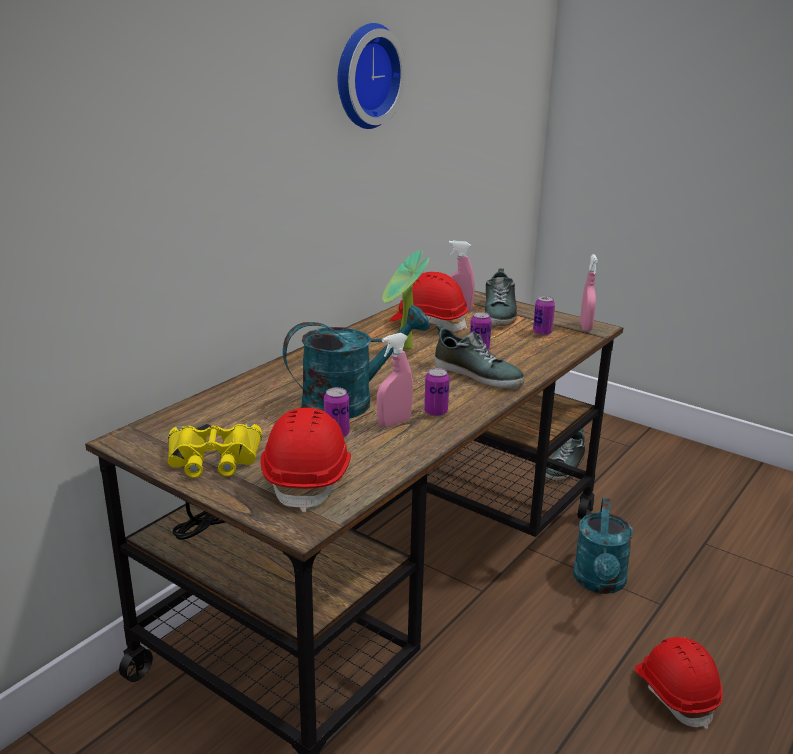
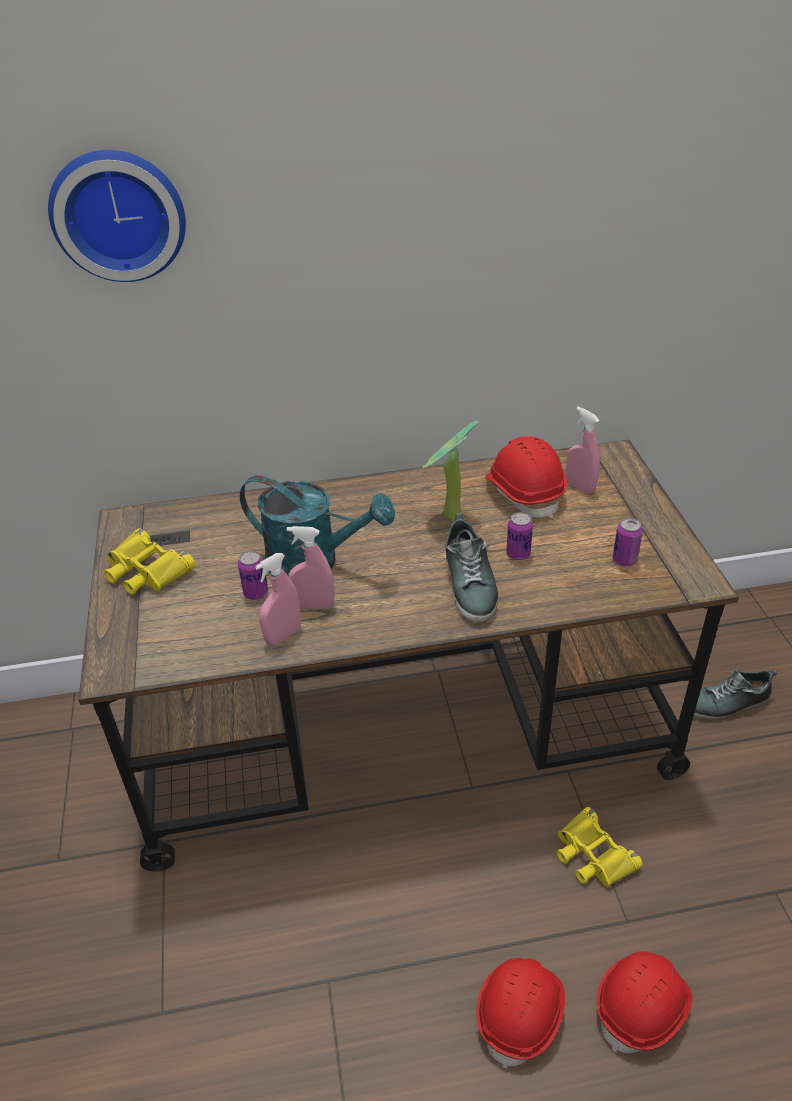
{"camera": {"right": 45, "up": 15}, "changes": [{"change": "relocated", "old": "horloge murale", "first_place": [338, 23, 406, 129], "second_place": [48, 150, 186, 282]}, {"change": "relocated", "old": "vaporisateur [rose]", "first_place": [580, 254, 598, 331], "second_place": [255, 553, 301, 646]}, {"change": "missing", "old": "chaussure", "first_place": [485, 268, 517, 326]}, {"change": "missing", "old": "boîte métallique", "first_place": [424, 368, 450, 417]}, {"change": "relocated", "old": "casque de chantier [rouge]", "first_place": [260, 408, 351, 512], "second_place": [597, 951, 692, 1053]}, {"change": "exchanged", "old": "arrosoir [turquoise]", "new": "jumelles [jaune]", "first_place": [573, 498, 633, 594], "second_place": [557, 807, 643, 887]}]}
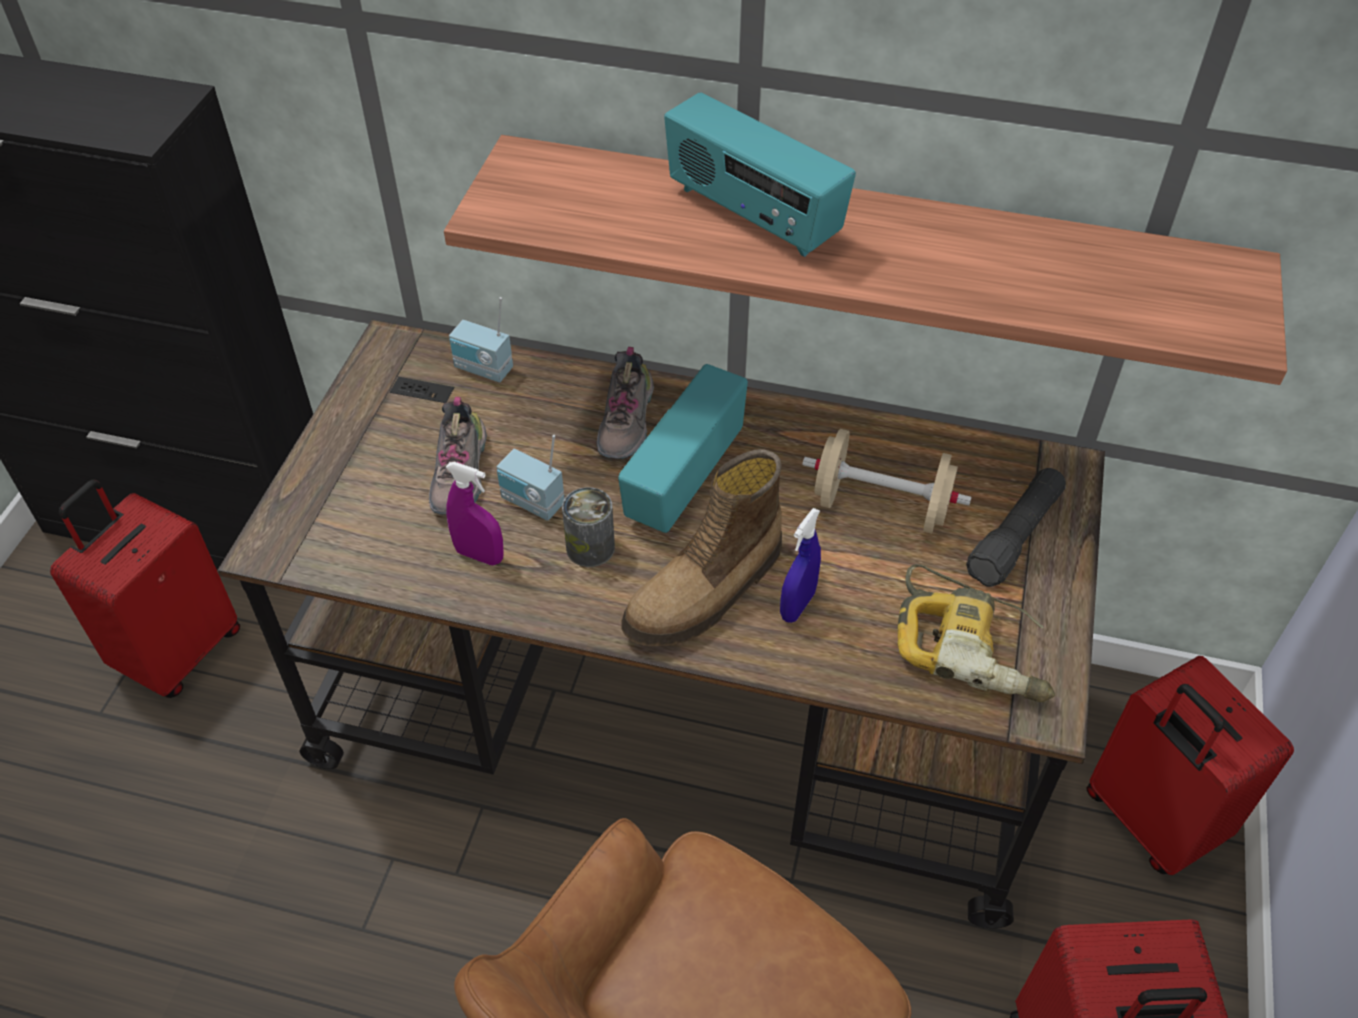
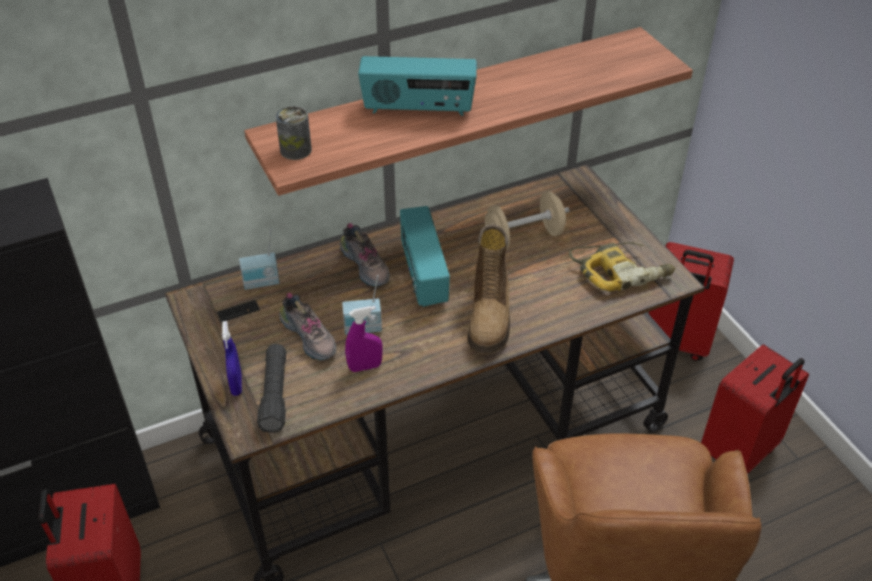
{"camera": {"right": -40, "up": -5}, "changes": [{"change": "relocated", "old": "lampe de poche [noir]", "first_place": [966, 468, 1066, 587], "second_place": [257, 344, 286, 433]}, {"change": "relocated", "old": "boîte métallique", "first_place": [562, 487, 615, 567], "second_place": [276, 106, 312, 160]}, {"change": "relocated", "old": "vaporisateur [bleu]", "first_place": [780, 508, 821, 623], "second_place": [222, 321, 242, 396]}]}
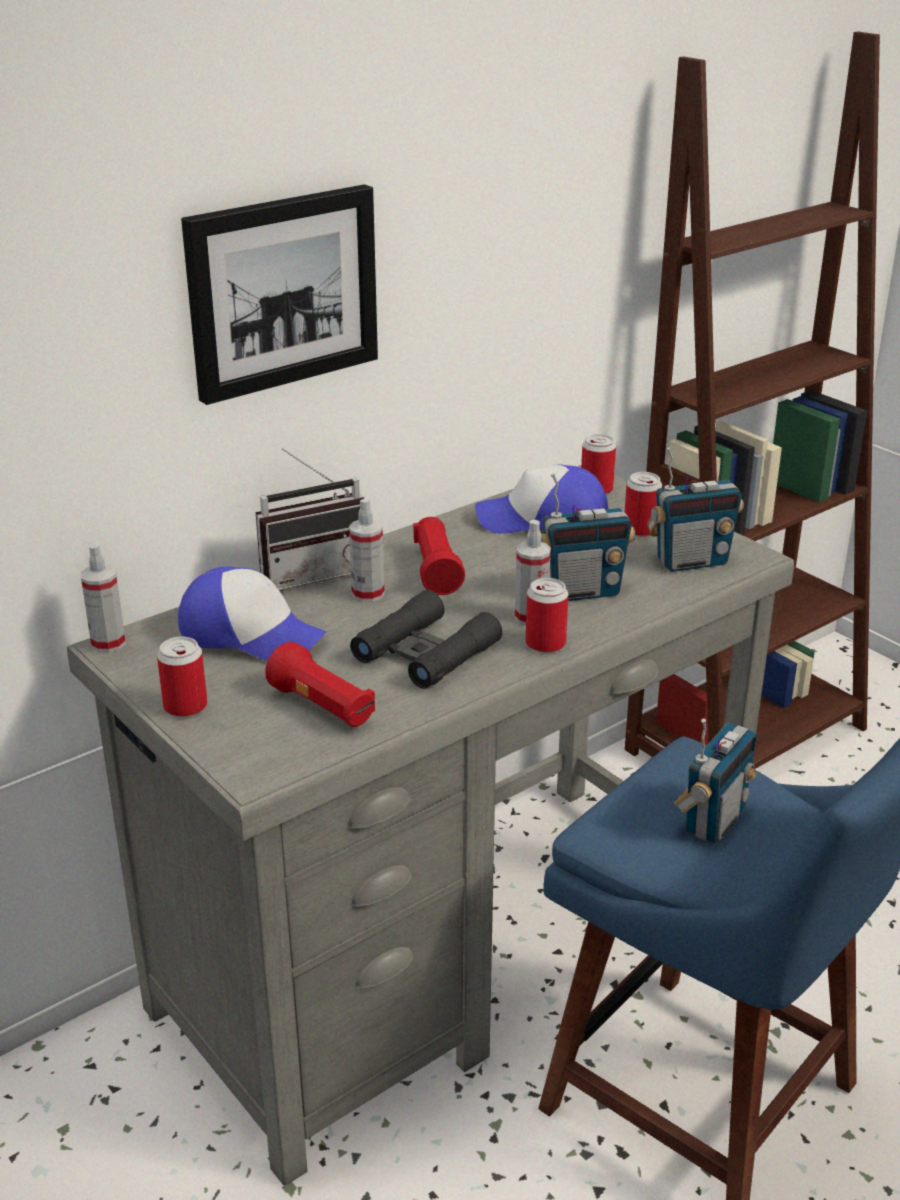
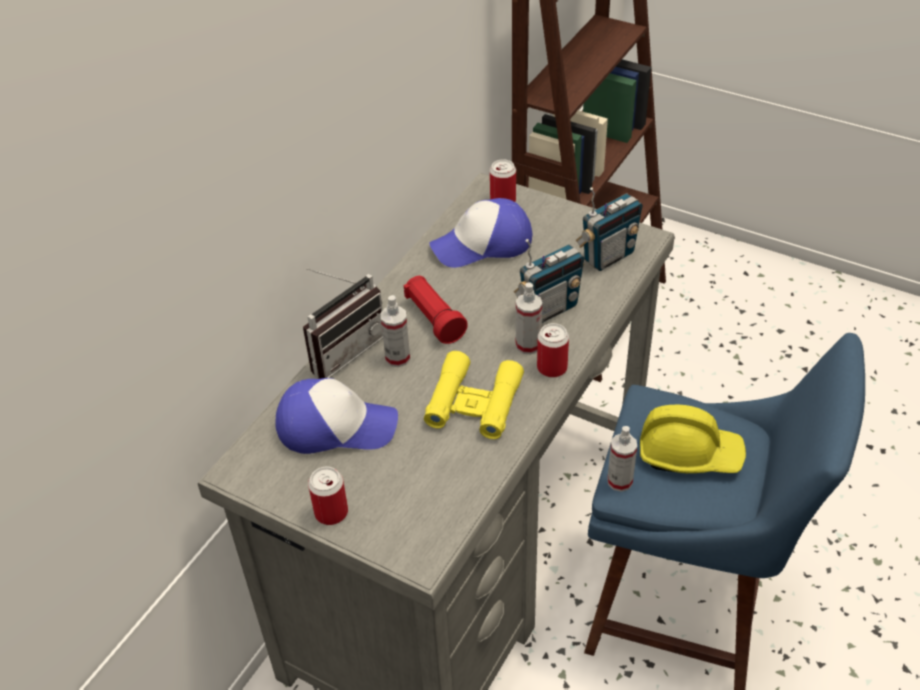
{"camera": {"right": -20, "up": 15}, "changes": [{"change": "missing", "old": "tableau", "first_place": [181, 185, 378, 405]}, {"change": "missing", "old": "boîte métallique", "first_place": [625, 472, 662, 537]}, {"change": "relocated", "old": "vaporisateur", "first_place": [81, 544, 126, 653], "second_place": [607, 426, 637, 492]}, {"change": "colour", "old": "jumelles [noir]", "new": "jumelles [jaune]", "first_place": [350, 590, 502, 689], "second_place": [424, 351, 524, 439]}, {"change": "missing", "old": "lampe de poche [rouge]", "first_place": [265, 642, 375, 727]}, {"change": "exchanged", "old": "radio", "new": "casque de chantier [jaune]", "first_place": [674, 718, 757, 844], "second_place": [640, 405, 746, 473]}]}
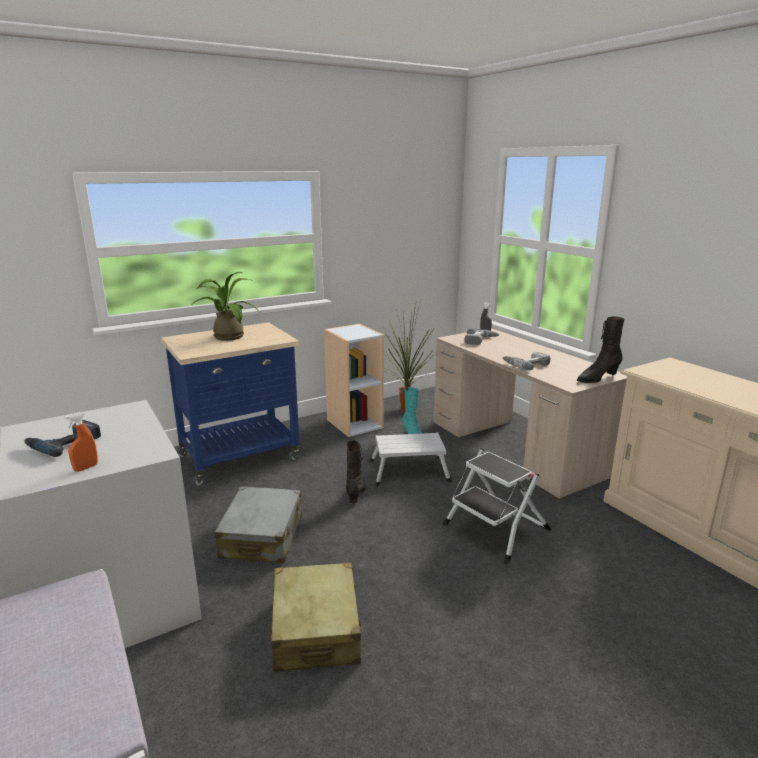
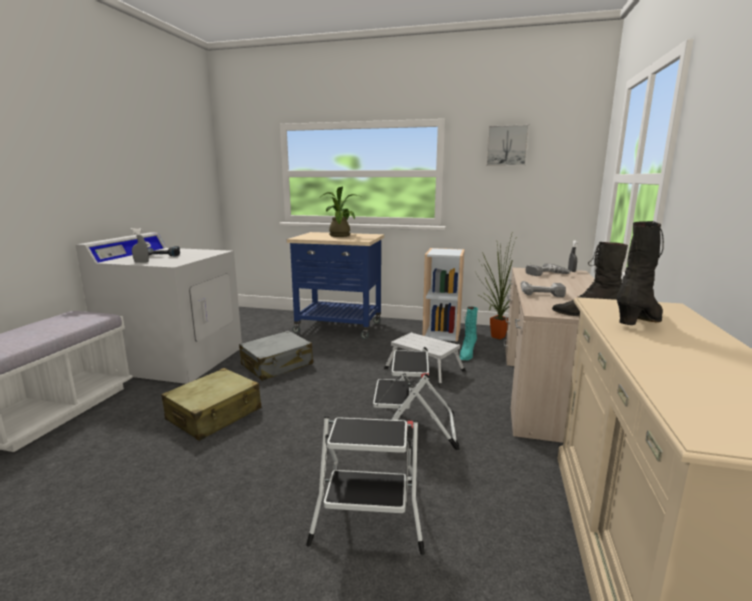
{"camera": {"right": 45, "up": -5}, "changes": [{"change": "colour", "old": "vaporisateur [orange]", "new": "vaporisateur [gris]", "first_place": [65, 412, 98, 472], "second_place": [131, 228, 149, 263]}, {"change": "relocated", "old": "botte [noir]", "first_place": [346, 440, 366, 503], "second_place": [617, 221, 664, 325]}, {"change": "appeared", "new": "tableau", "second_place": [486, 125, 529, 166]}, {"change": "appeared", "new": "escabeau", "second_place": [306, 416, 425, 555]}]}
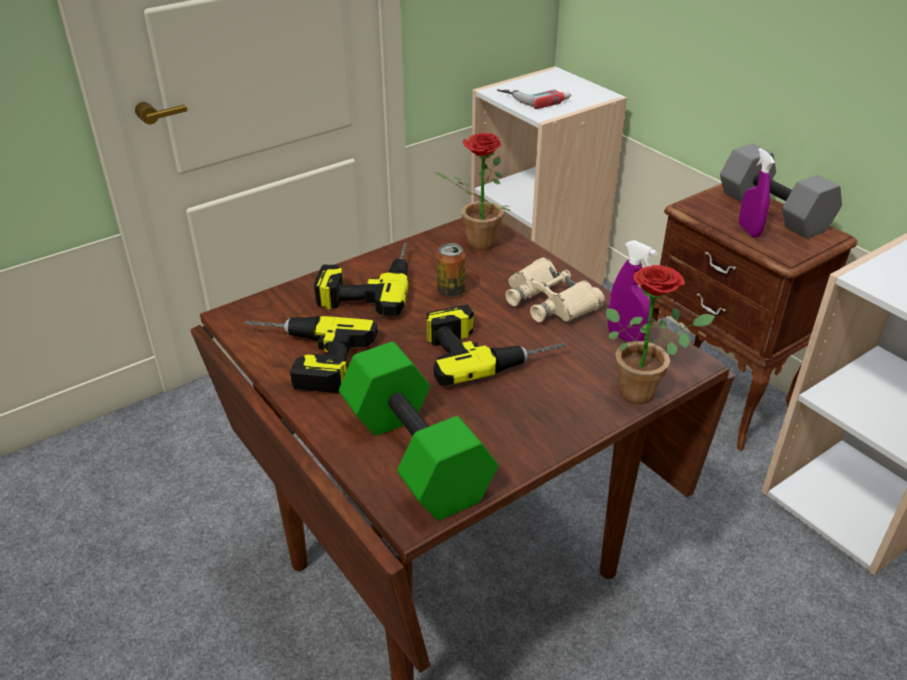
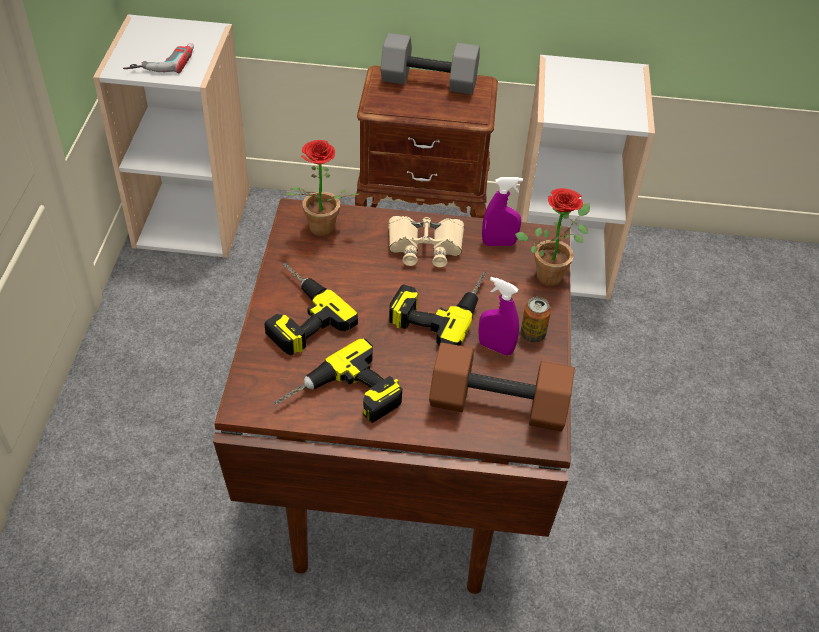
{"camera": {"right": -50, "up": 10}, "changes": [{"change": "relocated", "old": "vaporisateur [violet]", "first_place": [739, 148, 775, 238], "second_place": [479, 277, 519, 356]}, {"change": "relocated", "old": "boîte métallique", "first_place": [436, 243, 466, 297], "second_place": [521, 297, 551, 343]}, {"change": "colour", "old": "haltère [vert]", "new": "haltère [marron]", "first_place": [339, 342, 498, 520], "second_place": [429, 342, 575, 432]}]}
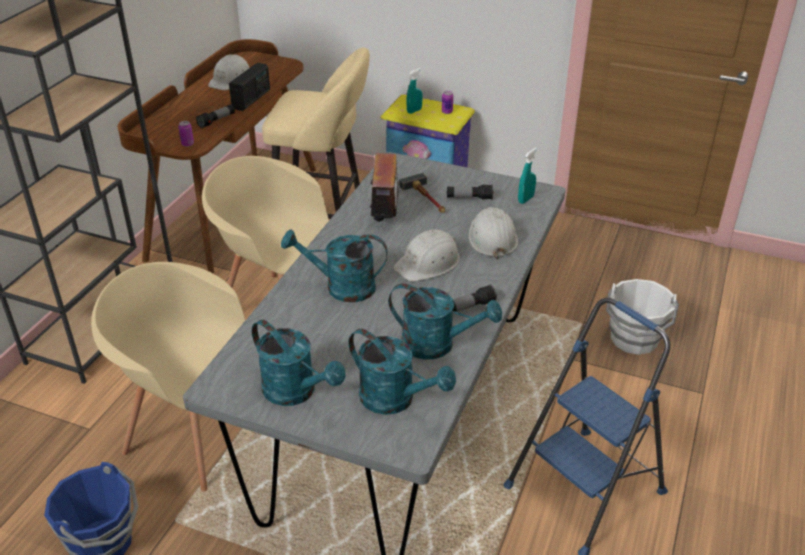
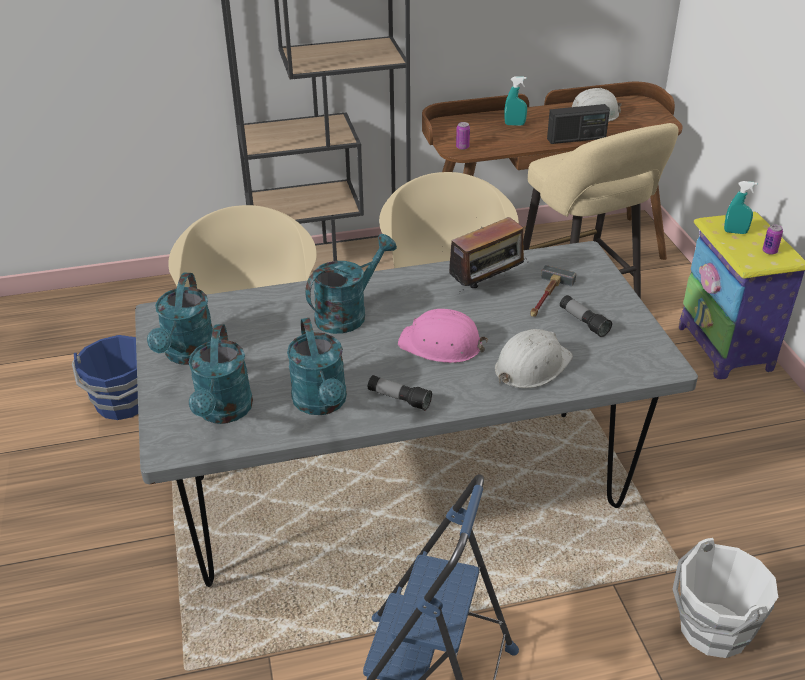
{"camera": {"right": 55, "up": 0}, "changes": [{"change": "missing", "old": "lampe de poche", "first_place": [196, 104, 235, 128]}, {"change": "relocated", "old": "vaporisateur [turquoise]", "first_place": [518, 148, 537, 204], "second_place": [504, 77, 527, 126]}, {"change": "spun", "old": "arrosoir [turquoise]", "first_place": [281, 229, 388, 302], "second_place": [305, 234, 397, 334], "degrees": 75}, {"change": "colour", "old": "casque de chantier [blanc]", "new": "casque de chantier [rose]", "first_place": [393, 229, 460, 282], "second_place": [398, 309, 488, 363]}]}
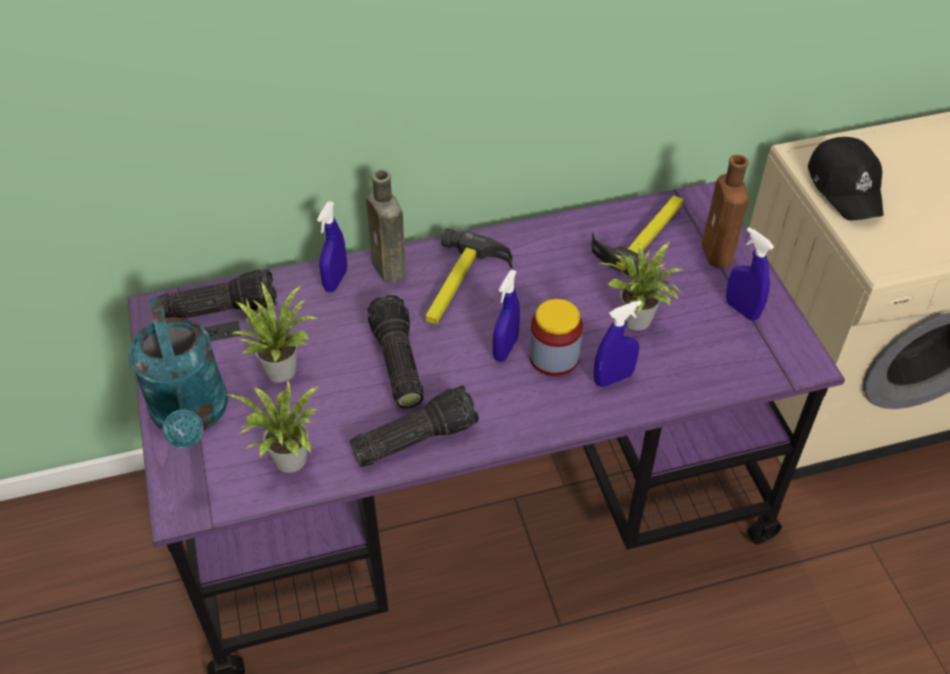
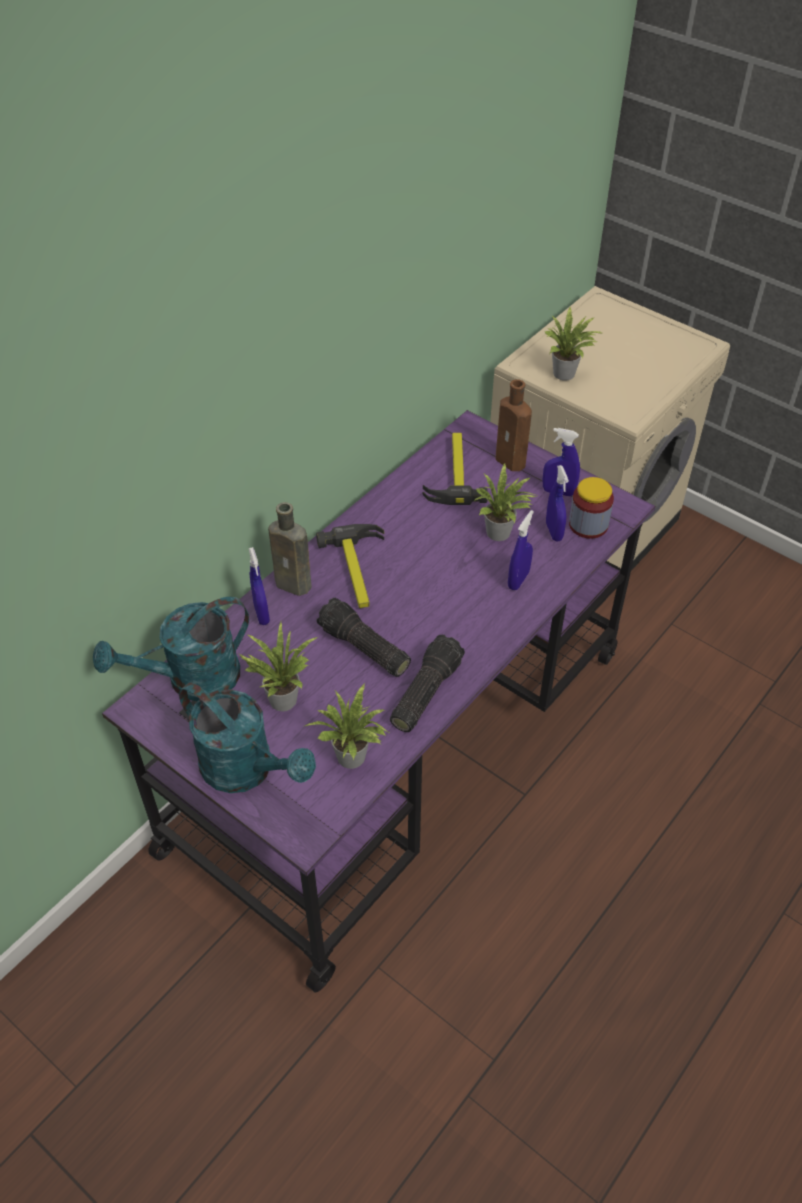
{"camera": {"right": -35, "up": 0}, "changes": [{"change": "exchanged", "old": "casquette [noir]", "new": "plante en pot", "first_place": [808, 137, 884, 221], "second_place": [545, 307, 604, 381]}, {"change": "exchanged", "old": "lampe de poche", "new": "arrosoir [turquoise]", "first_place": [158, 269, 278, 318], "second_place": [93, 597, 249, 701]}, {"change": "relocated", "old": "vaporisateur [bleu]", "first_place": [493, 269, 520, 362], "second_place": [546, 465, 569, 541]}, {"change": "relocated", "old": "bocal", "first_place": [529, 299, 583, 376], "second_place": [569, 477, 614, 539]}]}
